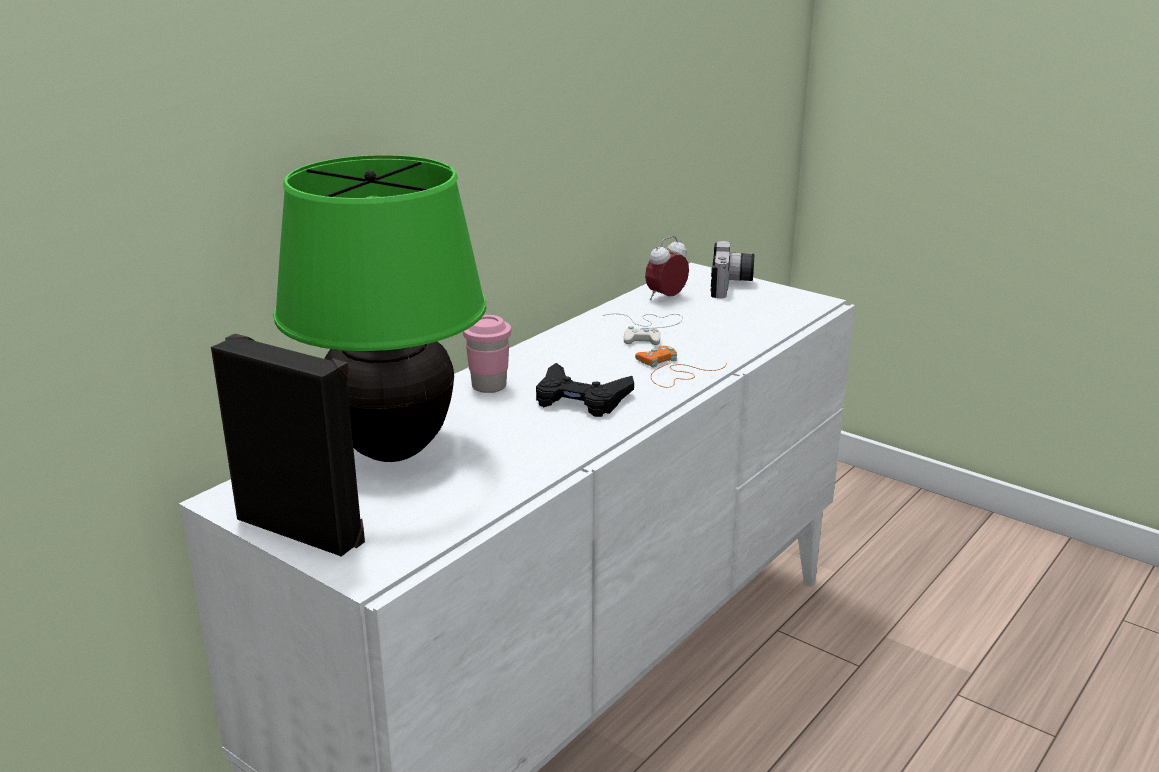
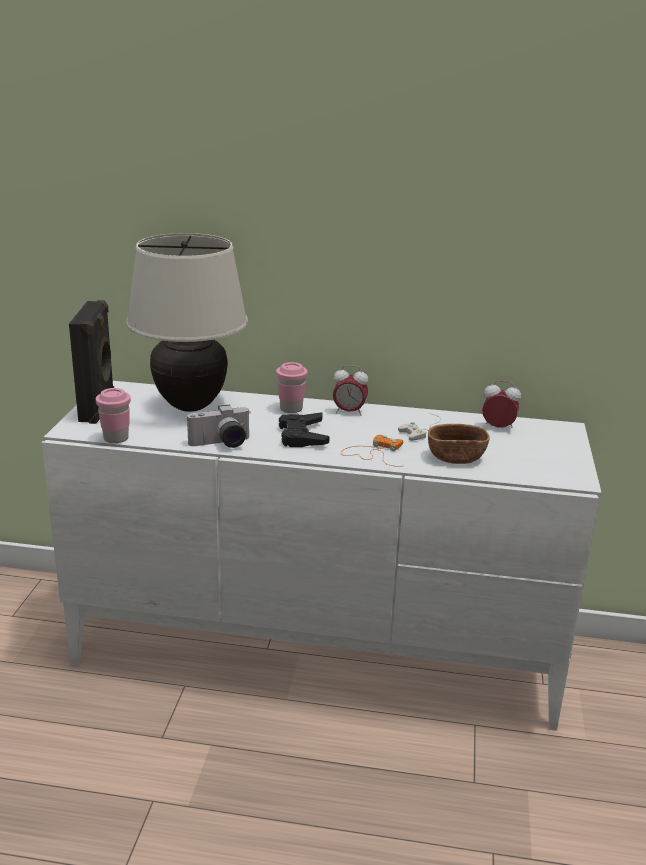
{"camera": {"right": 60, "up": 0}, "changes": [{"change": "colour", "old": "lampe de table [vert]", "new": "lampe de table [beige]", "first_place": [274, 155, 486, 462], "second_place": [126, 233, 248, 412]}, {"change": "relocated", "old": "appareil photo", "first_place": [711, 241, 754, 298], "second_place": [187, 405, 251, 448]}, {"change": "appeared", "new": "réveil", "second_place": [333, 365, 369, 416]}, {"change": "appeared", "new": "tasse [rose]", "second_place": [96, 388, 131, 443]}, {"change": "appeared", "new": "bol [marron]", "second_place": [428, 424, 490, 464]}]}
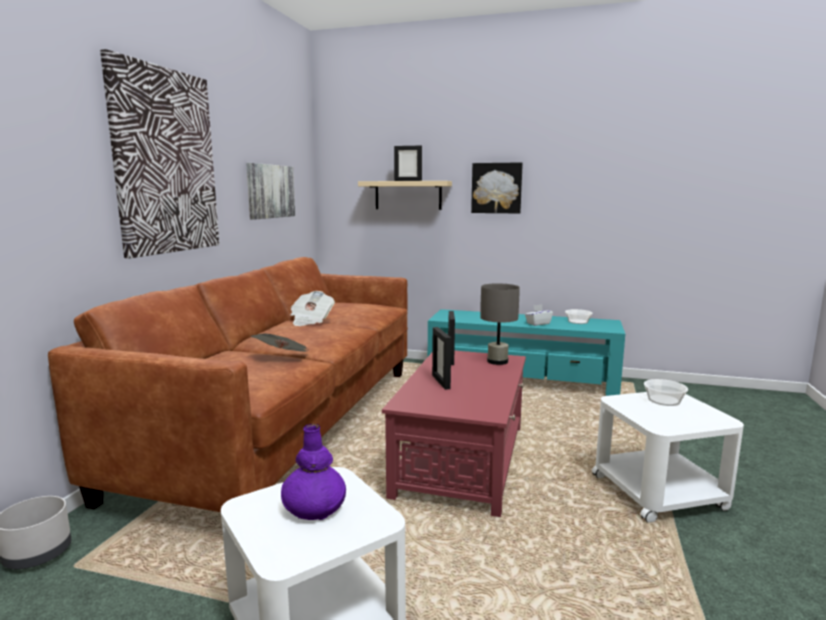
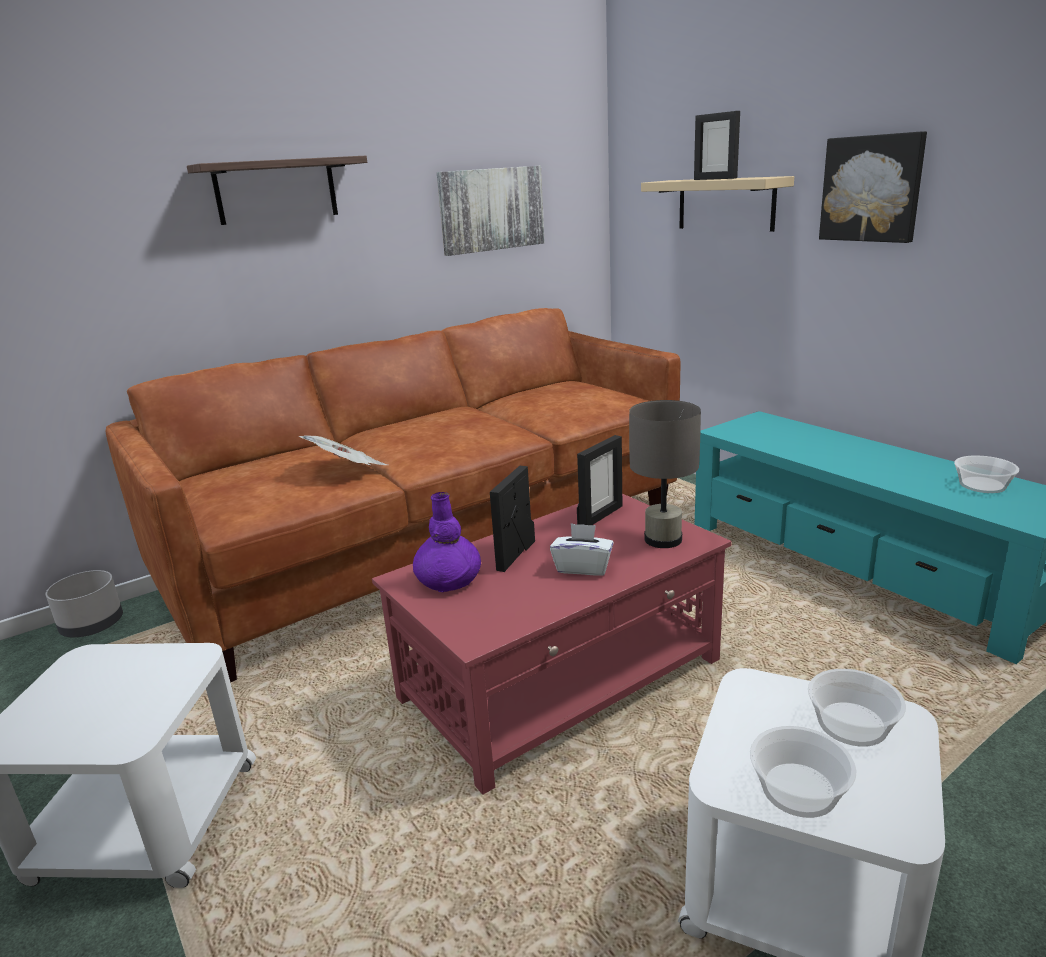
{"camera": {"right": 40, "up": 10}, "changes": [{"change": "exchanged", "old": "tableau", "new": "étagère", "first_place": [100, 49, 219, 258], "second_place": [187, 156, 367, 225]}, {"change": "missing", "old": "journal", "first_place": [290, 291, 335, 326]}, {"change": "relocated", "old": "boîte à mouchoirs [blanc]", "first_place": [525, 304, 553, 326], "second_place": [550, 523, 614, 576]}, {"change": "relocated", "old": "vase [violet]", "first_place": [281, 424, 346, 520], "second_place": [413, 492, 481, 592]}, {"change": "appeared", "new": "bol", "second_place": [750, 726, 856, 818]}]}
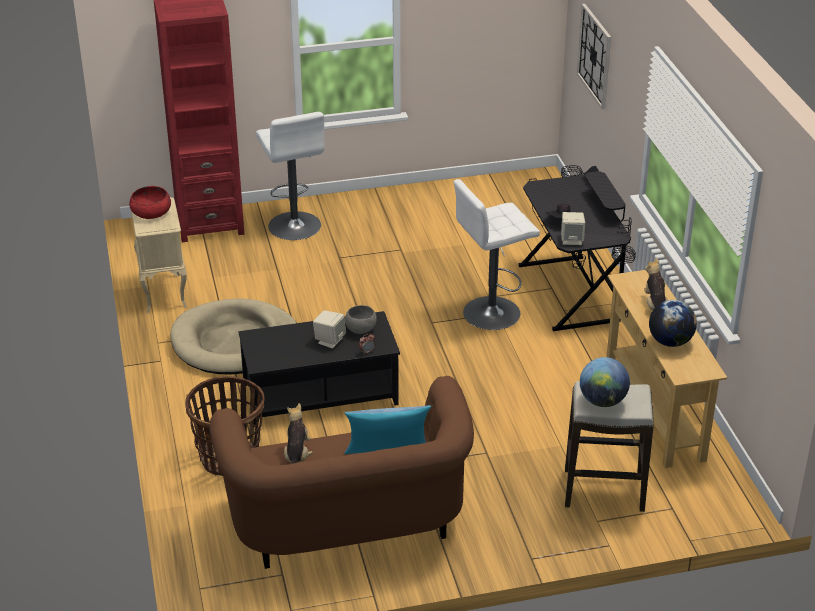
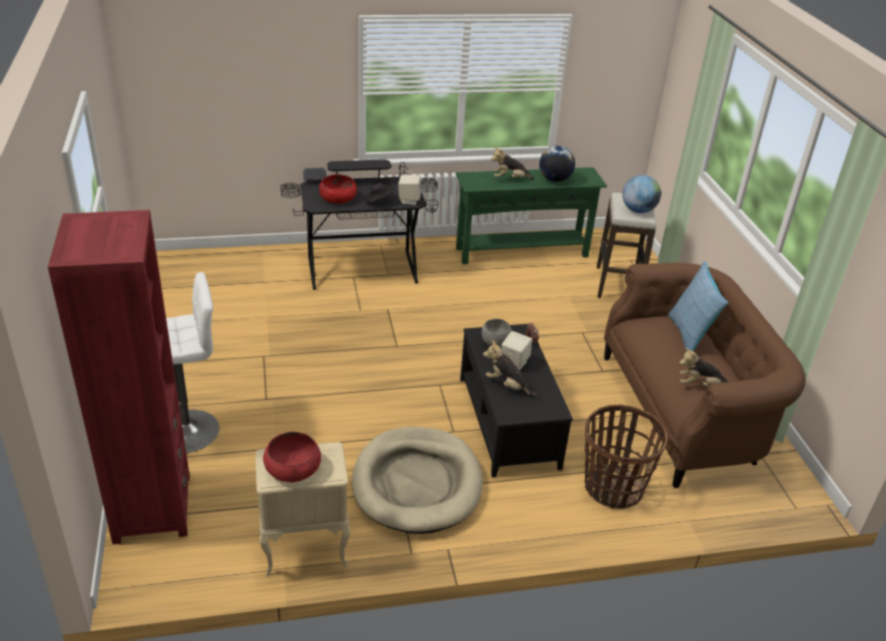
{"camera": {"right": -90, "up": 0}, "changes": [{"change": "missing", "old": "horloge murale", "first_place": [577, 4, 611, 109]}, {"change": "missing", "old": "tabouret [blanc]", "first_place": [453, 179, 540, 330]}, {"change": "colour", "old": "table console [beige]", "new": "table console [vert]", "first_place": [607, 270, 727, 468], "second_place": [456, 167, 607, 264]}, {"change": "appeared", "new": "bol [rouge]", "second_place": [319, 174, 357, 204]}, {"change": "appeared", "new": "peluche", "second_place": [483, 340, 537, 398]}]}
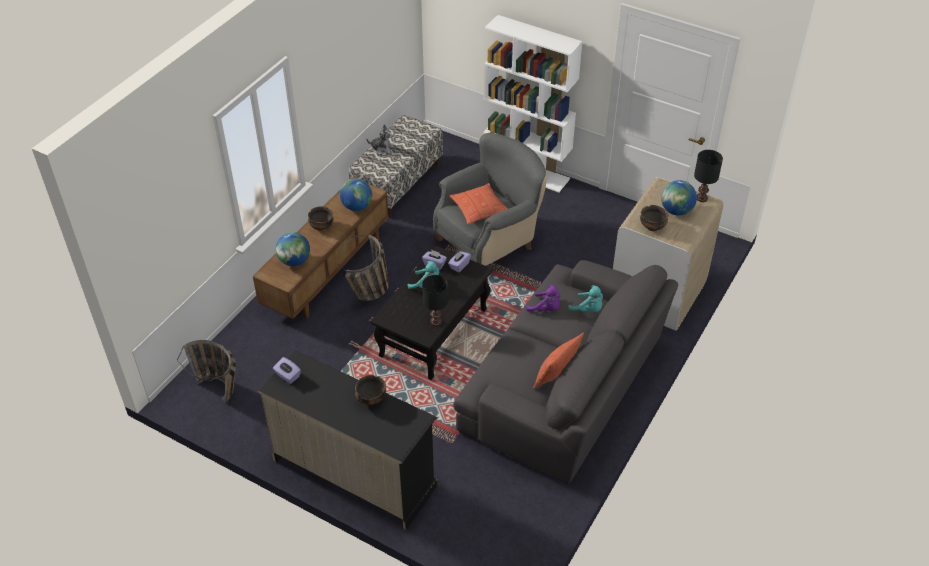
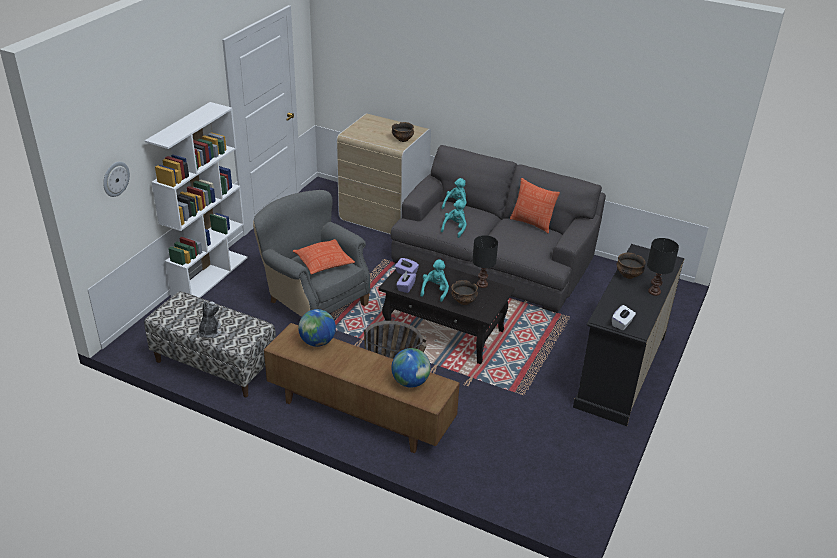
{"camera": {"right": -95, "up": -10}, "changes": [{"change": "relocated", "old": "lampe de table [noir]", "first_place": [694, 150, 723, 202], "second_place": [647, 238, 679, 296]}, {"change": "missing", "old": "globe", "first_place": [661, 180, 697, 216]}, {"change": "relocated", "old": "bol", "first_place": [308, 206, 334, 231], "second_place": [451, 280, 478, 305]}, {"change": "colour", "old": "peluche [violet]", "new": "peluche [turquoise]", "first_place": [526, 285, 560, 311], "second_place": [441, 200, 467, 238]}, {"change": "missing", "old": "panier", "first_place": [177, 340, 236, 403]}, {"change": "colour", "old": "boîte à mouchoirs [violet]", "new": "boîte à mouchoirs [blanc]", "first_place": [273, 357, 301, 384], "second_place": [612, 305, 636, 330]}, {"change": "appeared", "new": "horloge murale", "second_place": [103, 162, 130, 197]}]}
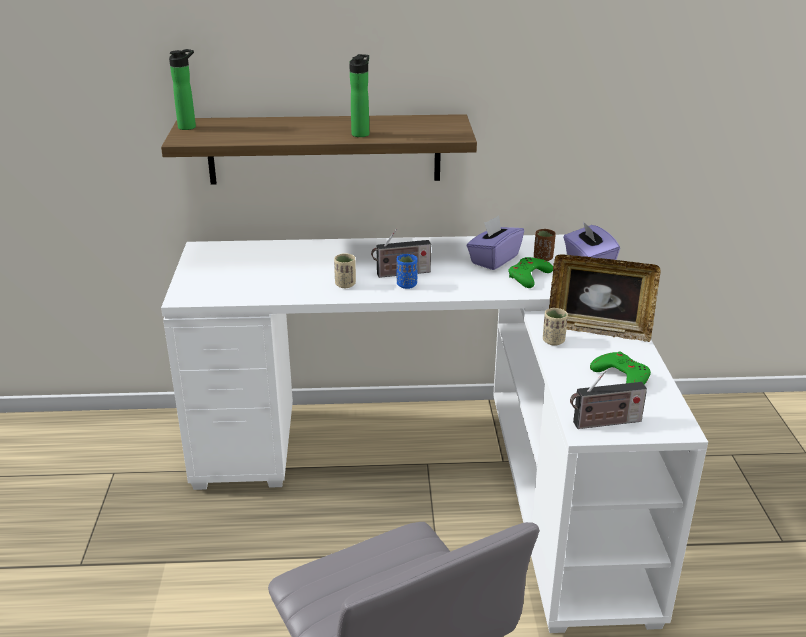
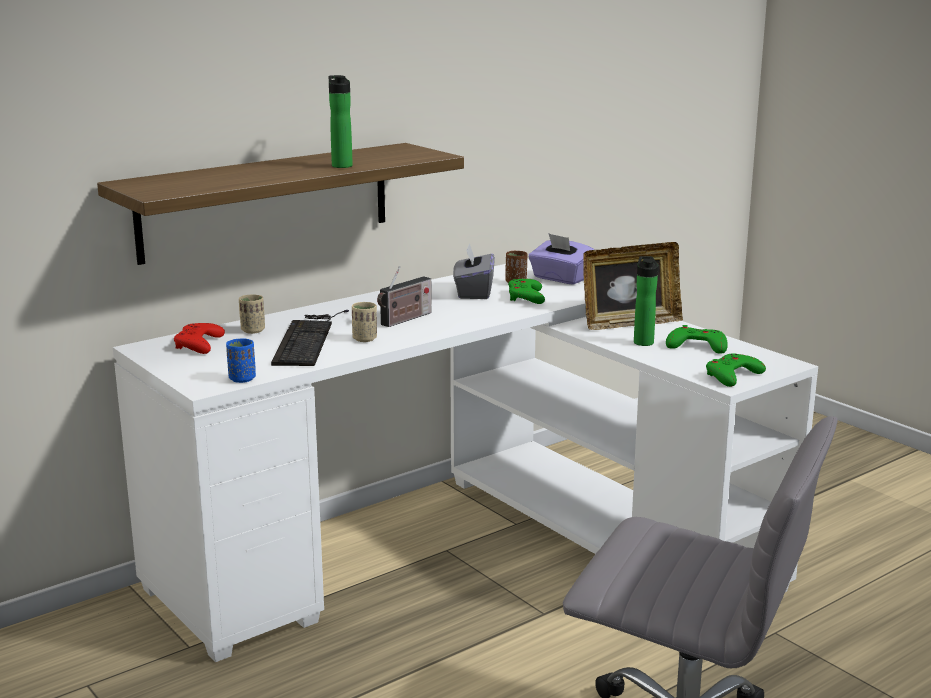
{"camera": {"right": -35, "up": -10}, "changes": [{"change": "relocated", "old": "bouteille", "first_place": [169, 49, 196, 130], "second_place": [634, 256, 658, 346]}, {"change": "colour", "old": "boîte à mouchoirs [violet]", "new": "boîte à mouchoirs [gris]", "first_place": [467, 216, 524, 270], "second_place": [453, 243, 495, 299]}, {"change": "relocated", "old": "tasse [bleu]", "first_place": [397, 254, 418, 289], "second_place": [226, 339, 256, 383]}, {"change": "relocated", "old": "tasse [beige]", "first_place": [543, 308, 568, 346], "second_place": [239, 294, 265, 334]}, {"change": "exchanged", "old": "radio", "new": "manette [vert]", "first_place": [570, 370, 647, 429], "second_place": [706, 354, 766, 387]}, {"change": "appeared", "new": "clavier", "second_place": [271, 310, 349, 366]}, {"change": "appeared", "new": "manette [rouge]", "second_place": [174, 323, 225, 354]}]}
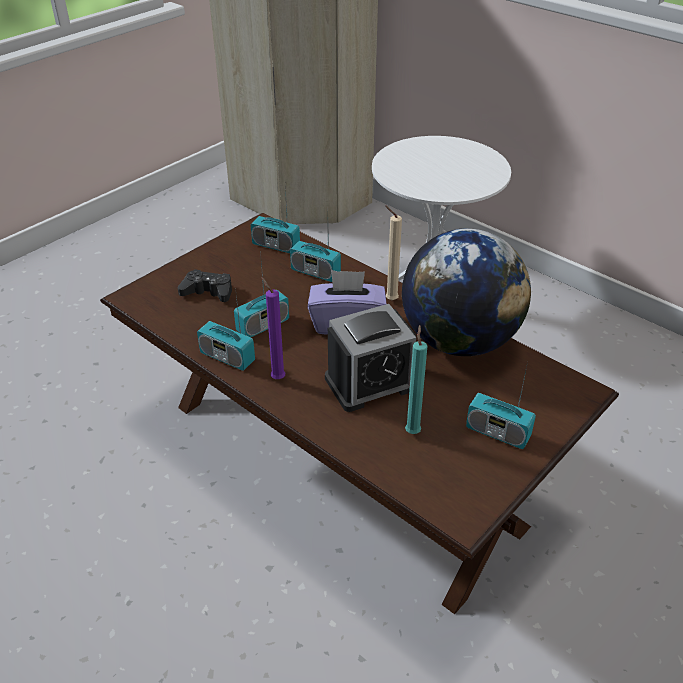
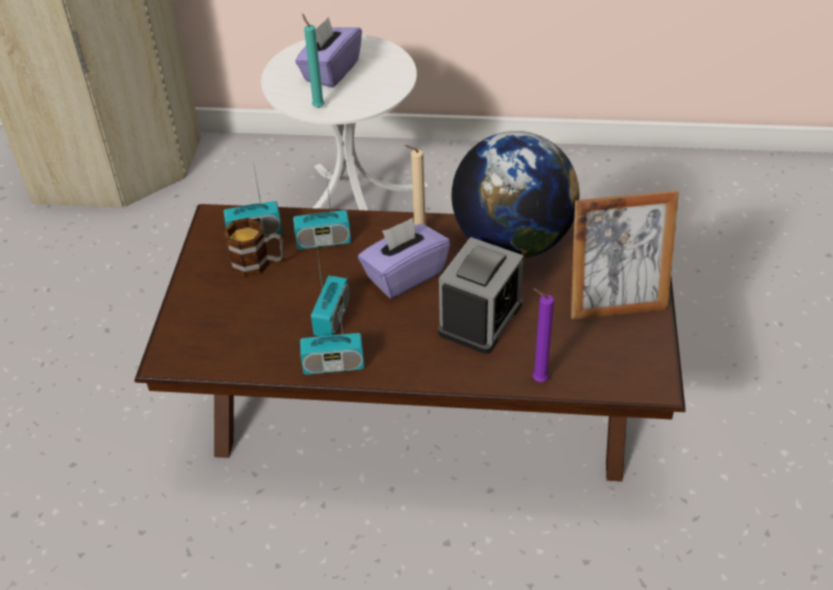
{"camera": {"right": -35, "up": 5}, "changes": [{"change": "missing", "old": "manette [noir]", "first_place": [178, 269, 232, 302]}, {"change": "relocated", "old": "bougie [violet]", "first_place": [262, 277, 285, 379], "second_place": [532, 288, 554, 382]}, {"change": "relocated", "old": "bougie [turquoise]", "first_place": [405, 325, 428, 434], "second_place": [302, 13, 324, 108]}, {"change": "exchanged", "old": "radio", "new": "cadre photo", "first_place": [466, 361, 536, 449], "second_place": [571, 190, 679, 319]}, {"change": "appeared", "new": "boîte à mouchoirs [violet]", "second_place": [295, 17, 362, 88]}, {"change": "appeared", "new": "mug", "second_place": [224, 218, 284, 278]}]}
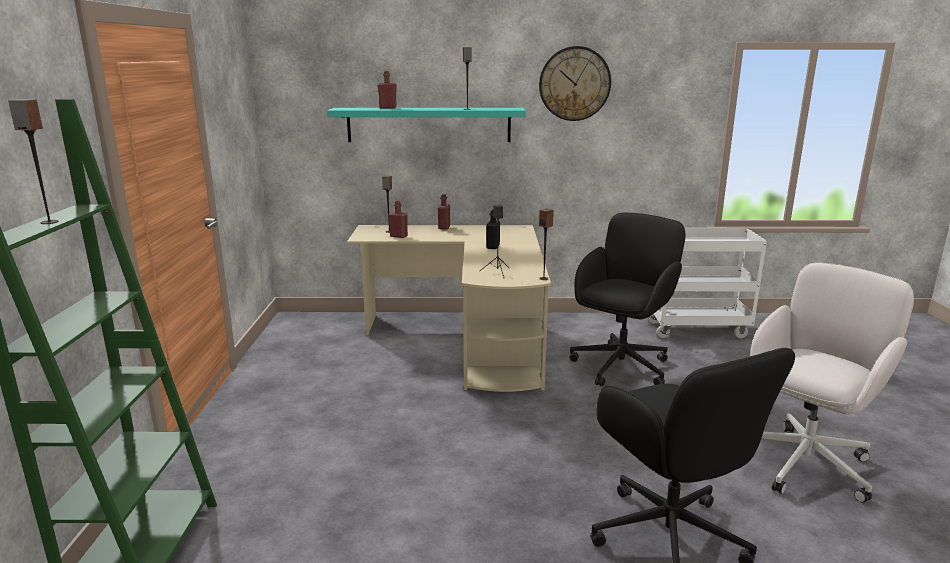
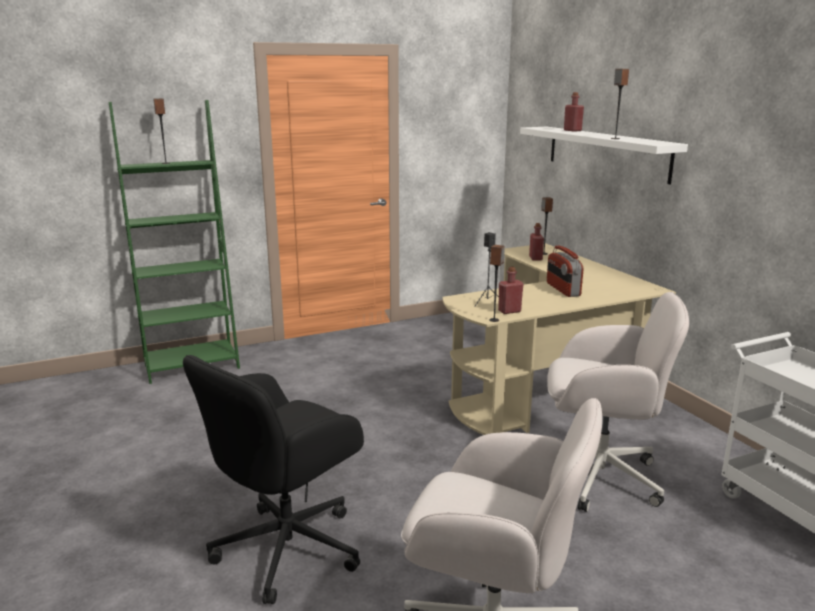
{"camera": {"right": 65, "up": 0}, "changes": [{"change": "missing", "old": "horloge murale", "first_place": [539, 46, 611, 121]}, {"change": "colour", "old": "étagère [turquoise]", "new": "étagère [blanc]", "first_place": [327, 108, 526, 142], "second_place": [520, 127, 688, 184]}, {"change": "relocated", "old": "bouteille [rouge]", "first_place": [438, 194, 450, 229], "second_place": [498, 267, 523, 314]}, {"change": "exchanged", "old": "bouteille [noir]", "new": "radio", "first_place": [486, 210, 500, 249], "second_place": [547, 246, 584, 297]}, {"change": "colour", "old": "chaise de bureau [noir]", "new": "chaise de bureau [blanc]", "first_place": [570, 212, 686, 387], "second_place": [547, 292, 689, 512]}]}
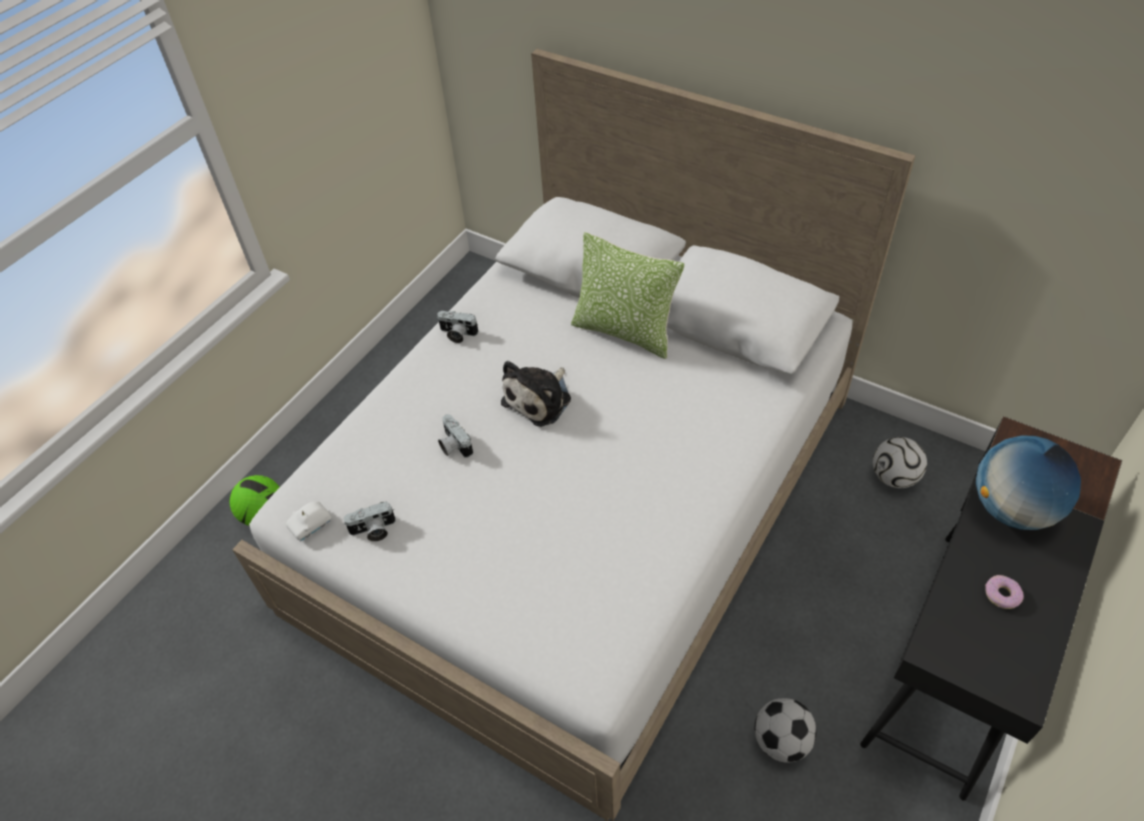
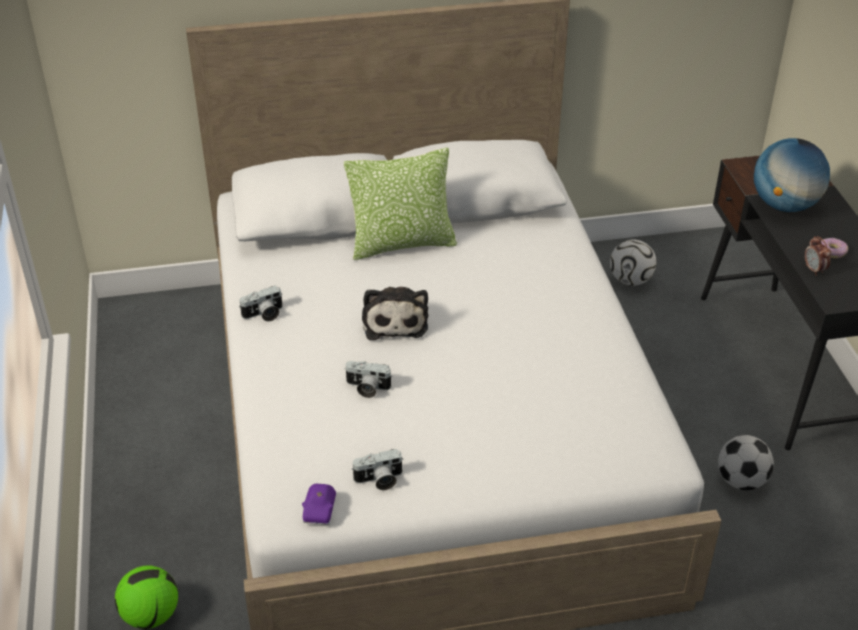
{"camera": {"right": -45, "up": -10}, "changes": [{"change": "colour", "old": "petite voiture [blanc]", "new": "petite voiture [violet]", "first_place": [286, 501, 331, 542], "second_place": [302, 484, 336, 525]}, {"change": "spun", "old": "appareil photo", "first_place": [344, 501, 396, 541], "second_place": [351, 449, 404, 490], "degrees": 45}, {"change": "appeared", "new": "réveil", "second_place": [805, 236, 831, 276]}]}
